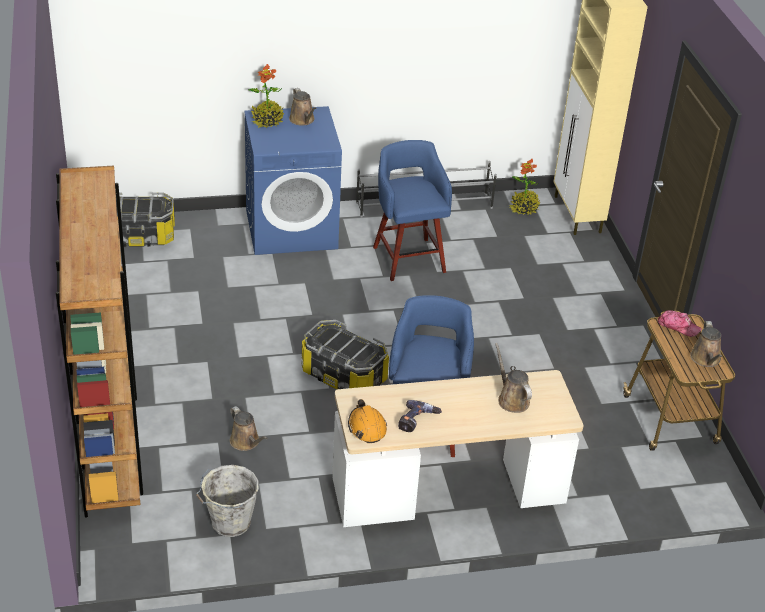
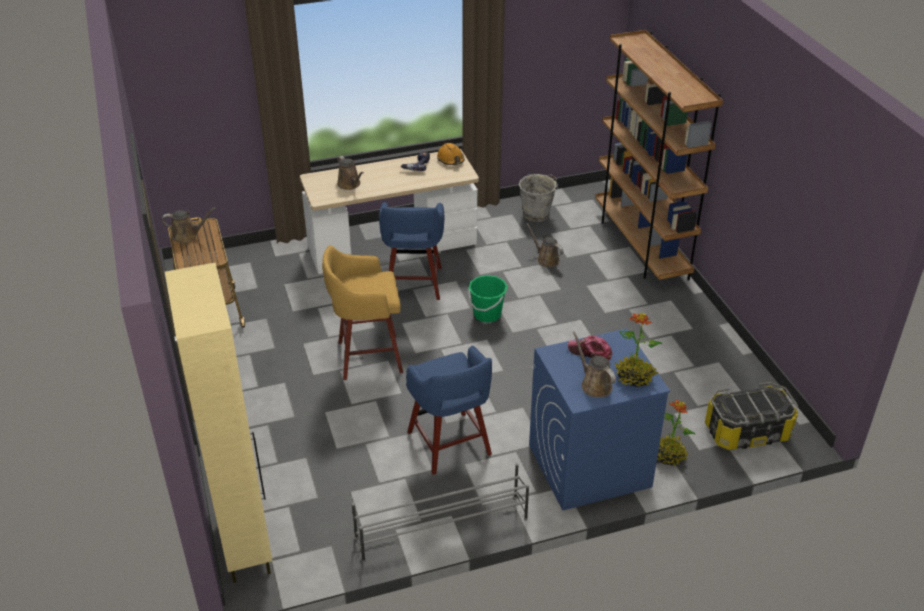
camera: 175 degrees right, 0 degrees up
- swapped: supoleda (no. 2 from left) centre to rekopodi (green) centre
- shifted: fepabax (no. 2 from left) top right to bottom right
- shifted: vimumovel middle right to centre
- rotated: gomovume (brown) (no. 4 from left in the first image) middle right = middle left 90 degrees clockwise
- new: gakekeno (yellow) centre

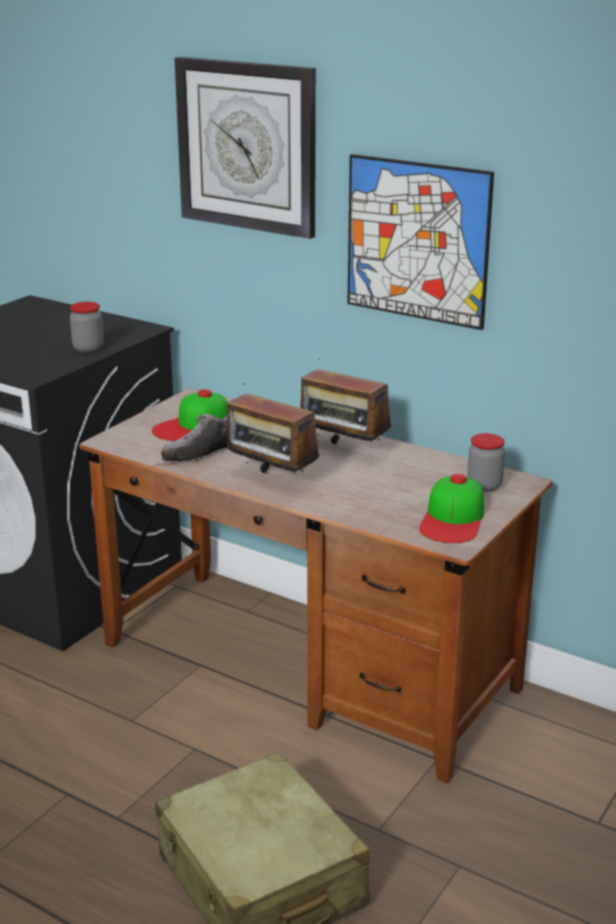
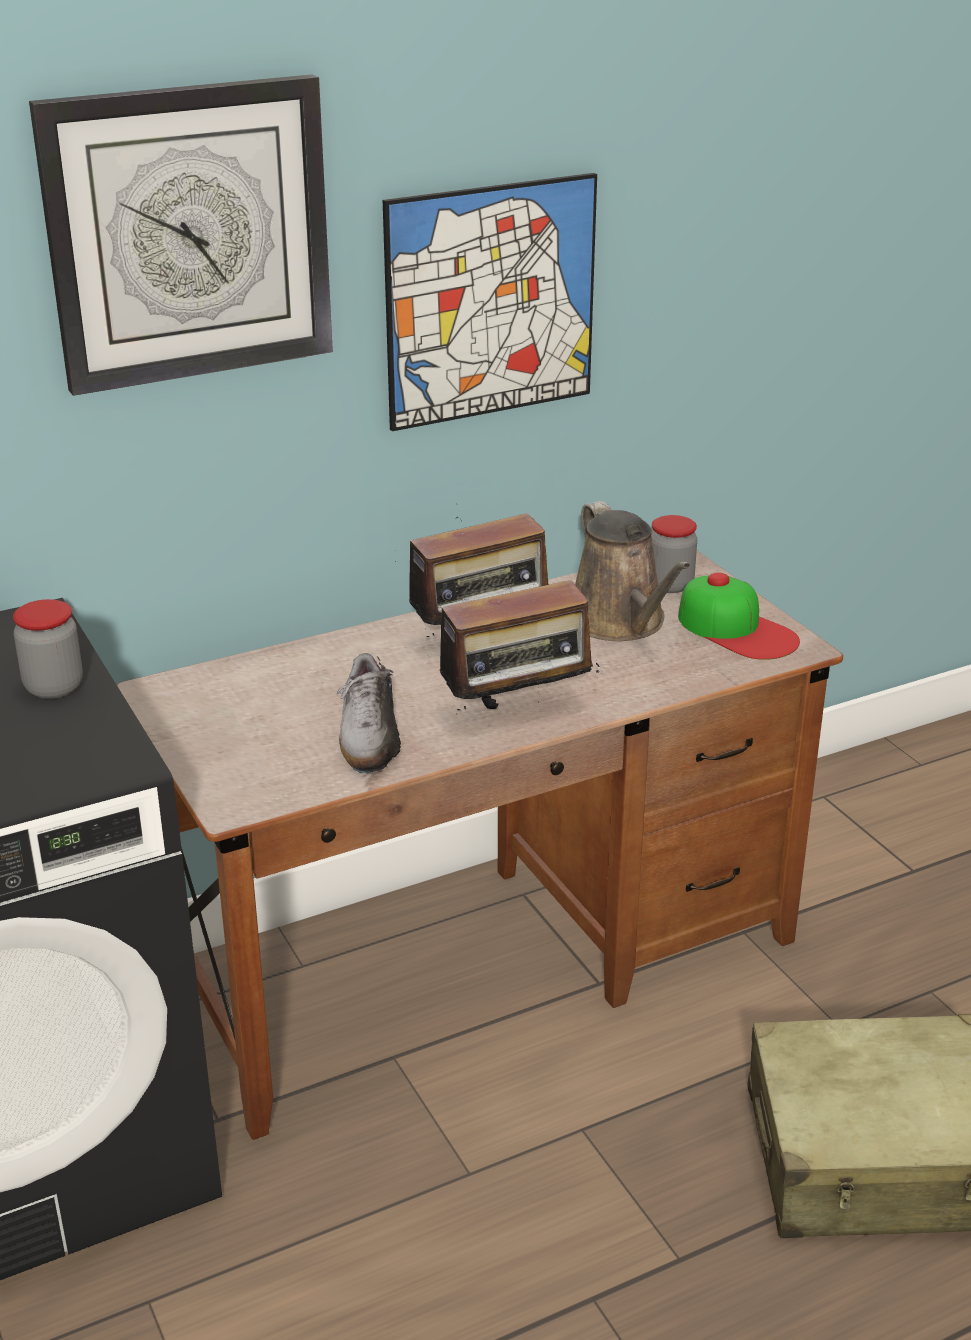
camera: 60 degrees left, 5 degrees up
- gone: vimumovel (no. 1 from left) middle left
- new: gomovume (brown) centre

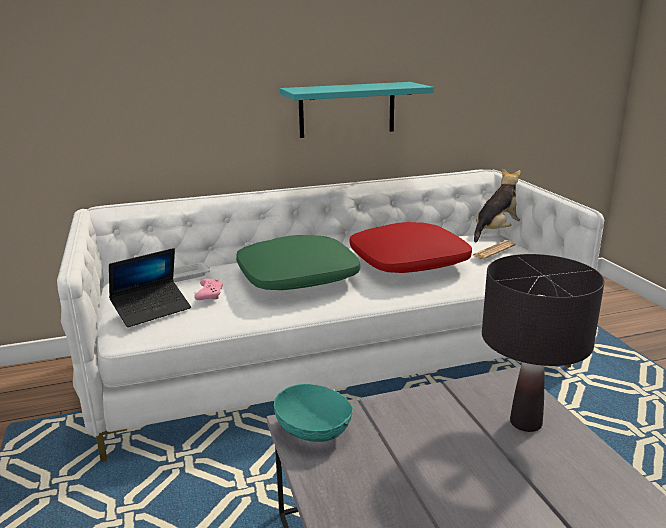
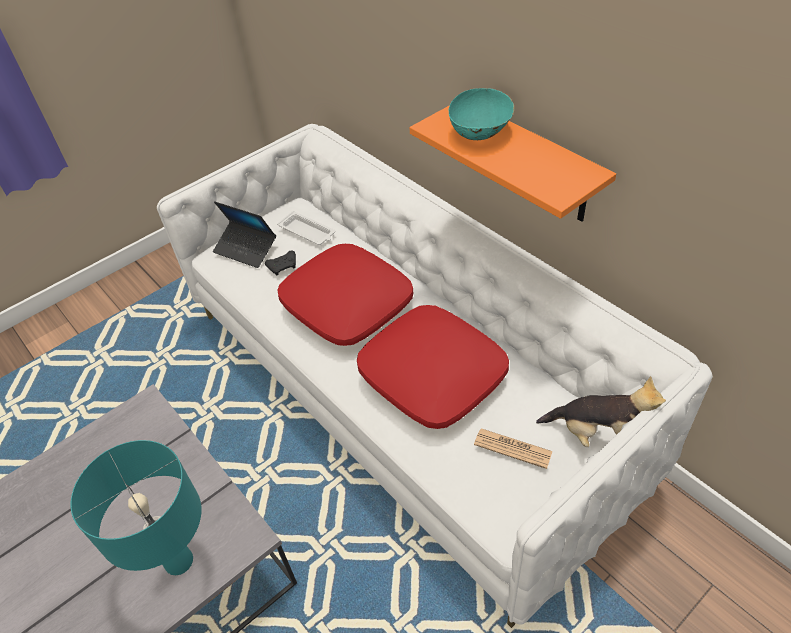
camera: 70 degrees right, 25 degrees up
- repainted: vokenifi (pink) middle left to vokenifi (black) centre
- repainted: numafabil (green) centre to numafabil (red) (no. 1 from left) centre
- shifted: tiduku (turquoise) bottom centre to top centre
- repainted: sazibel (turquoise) top centre to sazibel (orange) top centre
- repainted: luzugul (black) middle right to luzugul (turquoise) bottom left

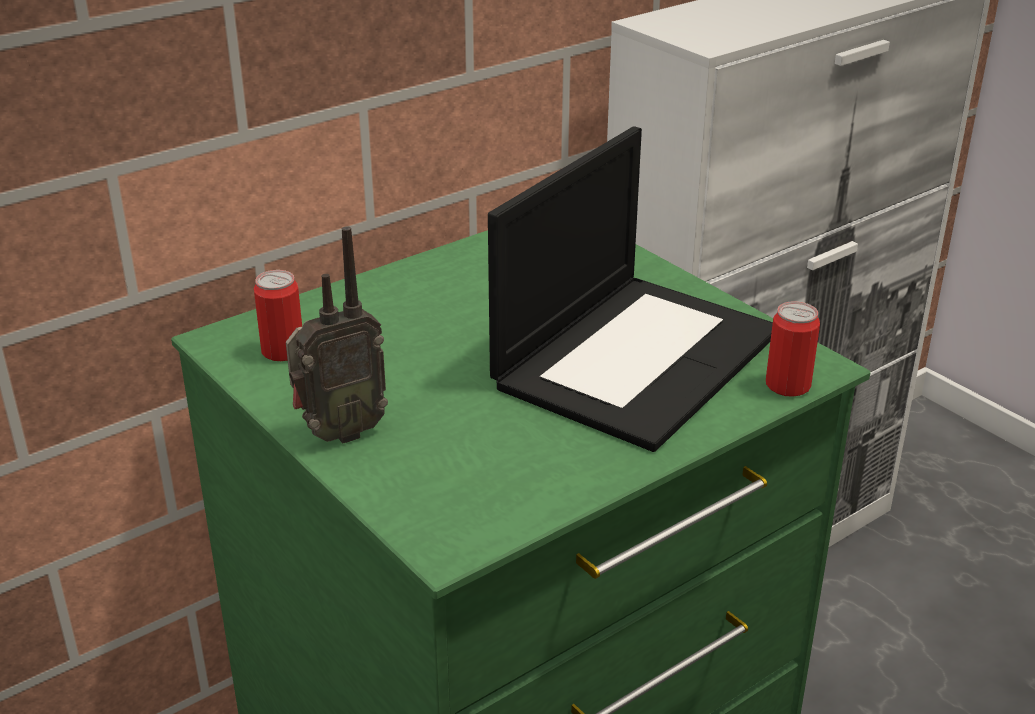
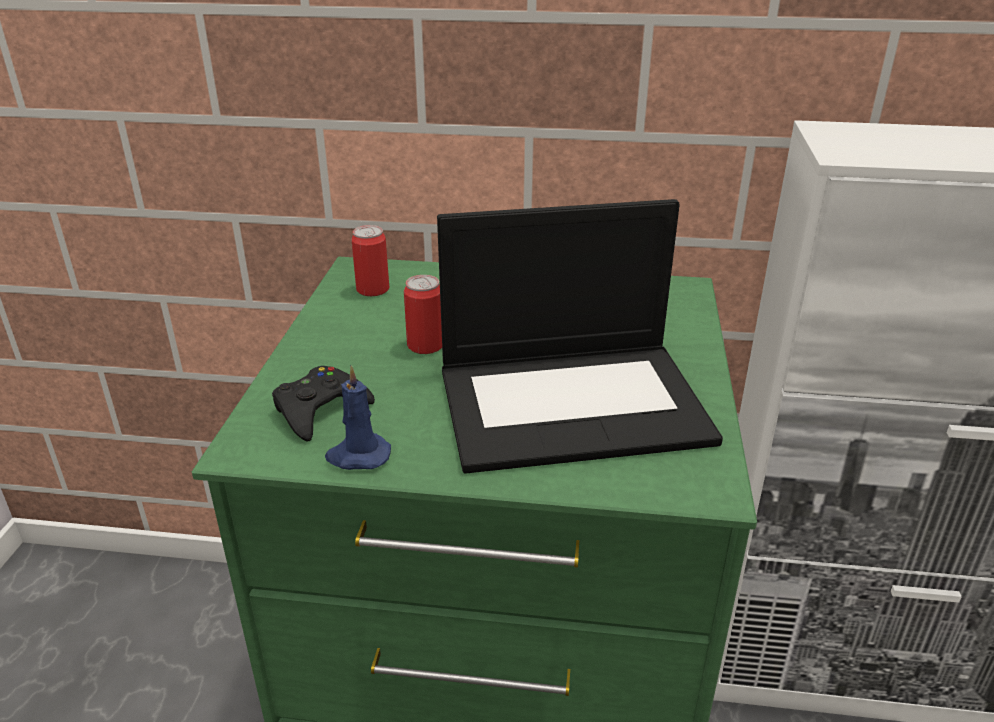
camera: 45 degrees right, 0 degrees up
- gone: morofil middle left
- shifted: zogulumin (no. 2 from left) middle right to centre
- new: vokenifi (black) middle left
- new: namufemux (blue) centre

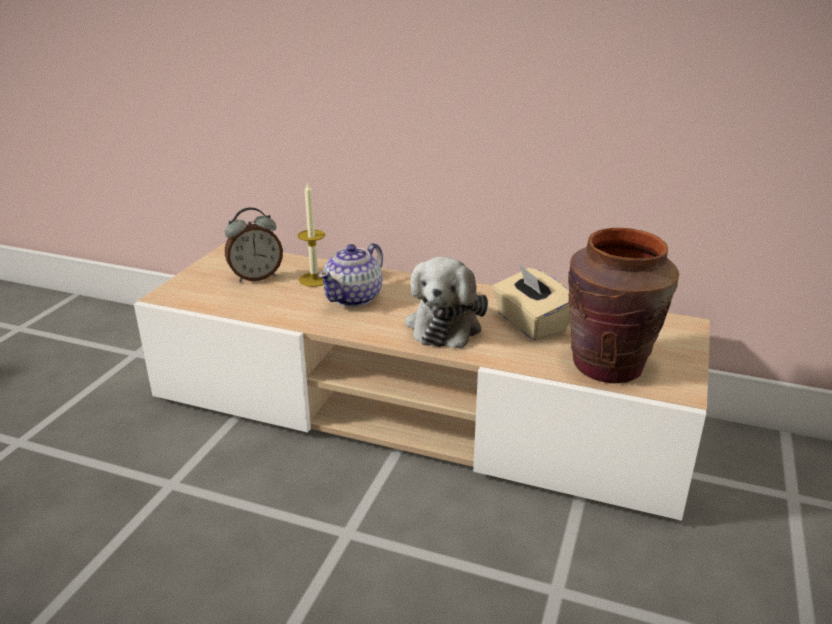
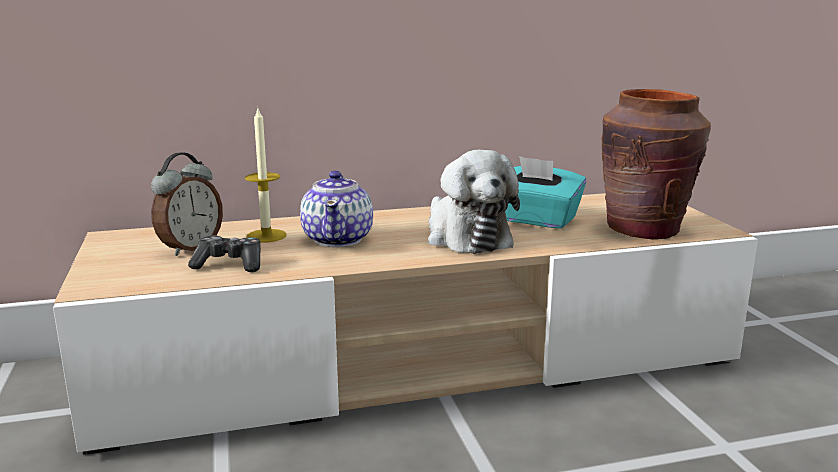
camera: 35 degrees left, 10 degrees down
- repainted: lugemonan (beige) centre to lugemonan (turquoise) centre
- new: vokenifi middle left

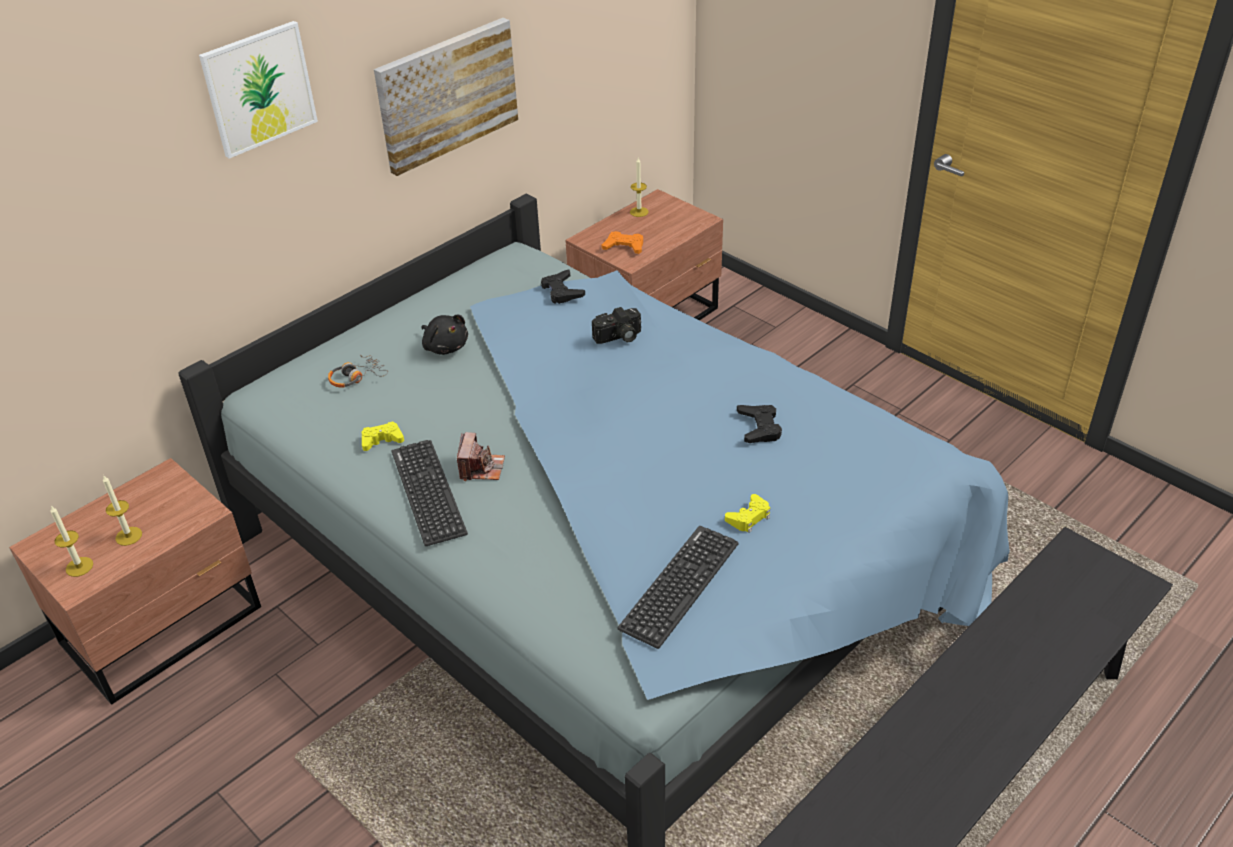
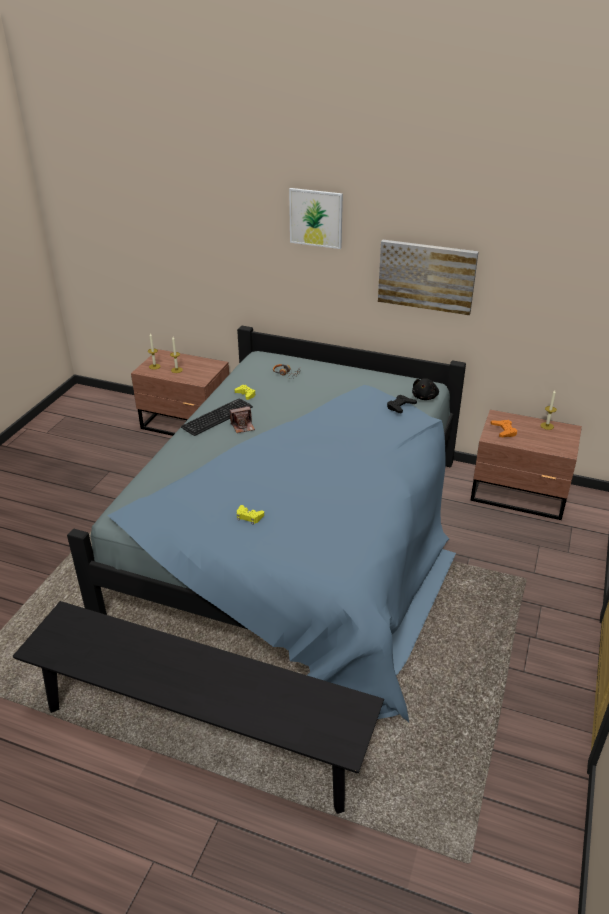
camera: 65 degrees right, 5 degrees down
- shifted: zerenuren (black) centre to middle right
- gone: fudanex (no. 2 from left) centre
- gone: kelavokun (no. 2 from left) bottom centre
- gone: vokenifi (black) (no. 2 from left) centre

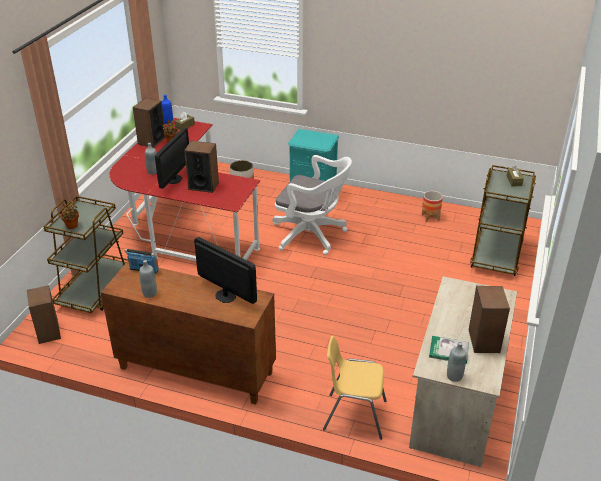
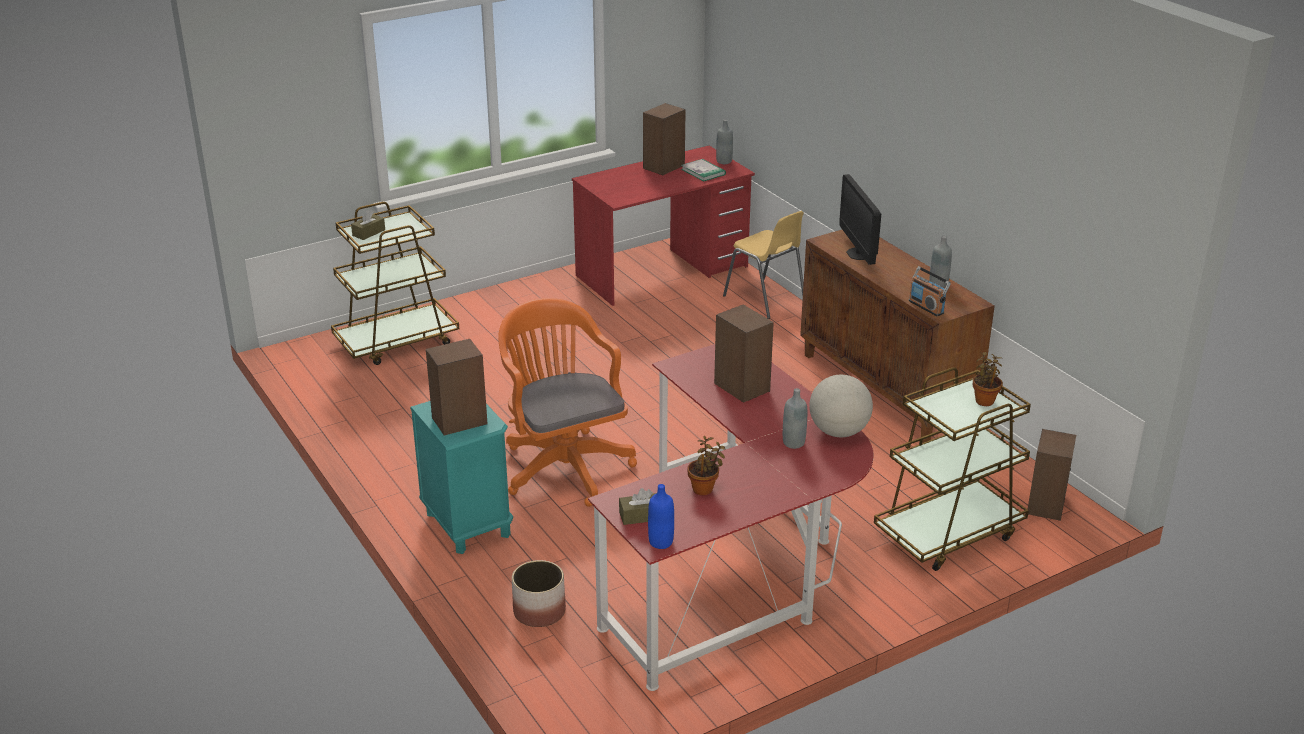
camera: 140 degrees left, 5 degrees down
- shifted: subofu (no. 2 from left in the first image) top left to subofu (no. 1 from left) centre
- gone: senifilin (no. 1 from left) top left
- repainted: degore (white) centre to degore (orange) centre
- repainted: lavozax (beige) bottom right to lavozax (red) (no. 1 from left) top centre
- gone: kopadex (no. 2 from left) middle right
- new: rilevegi centre

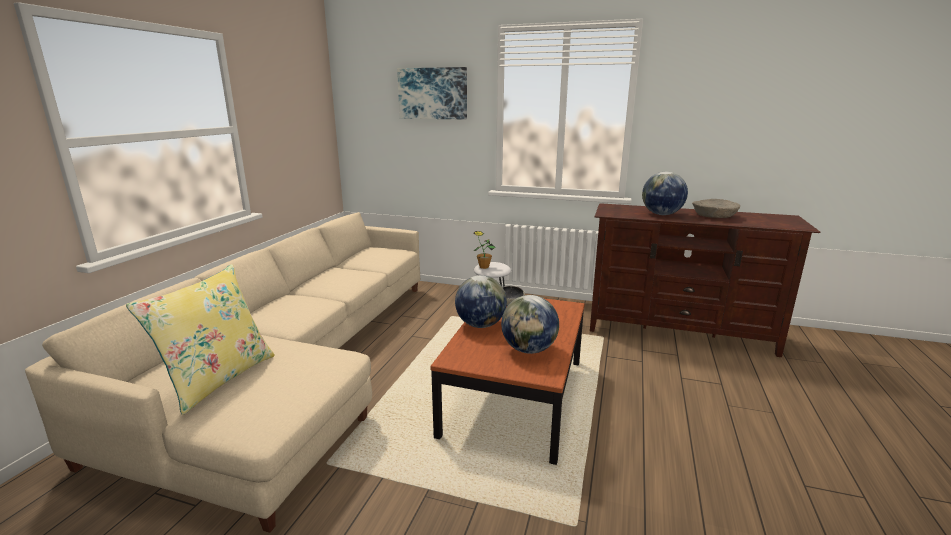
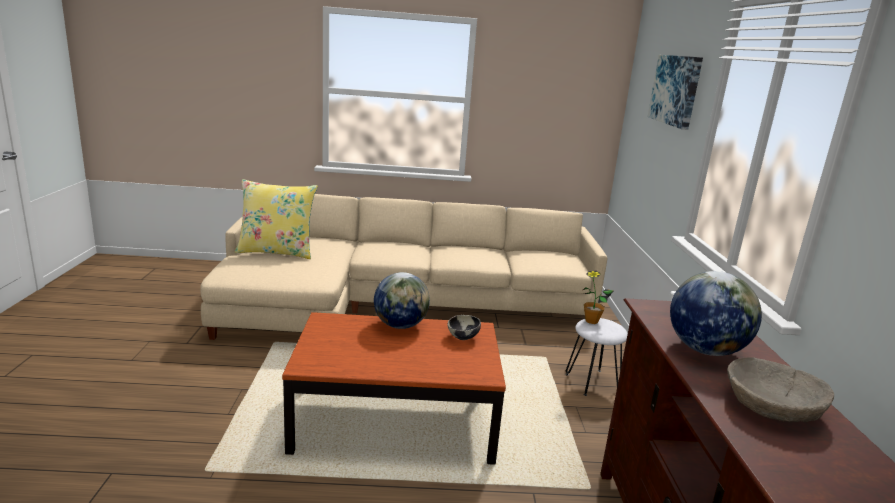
camera: 70 degrees right, 0 degrees up
- gone: rilevegi (no. 2 from left) centre

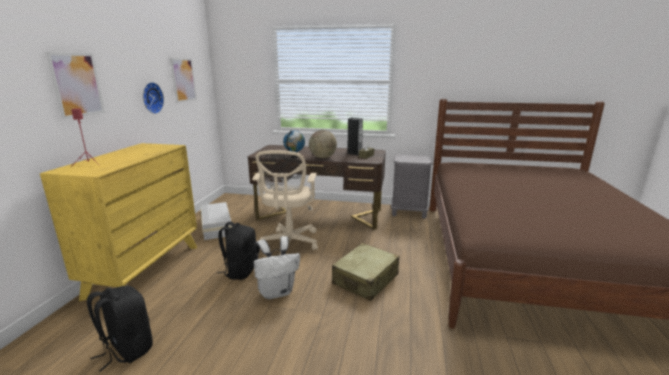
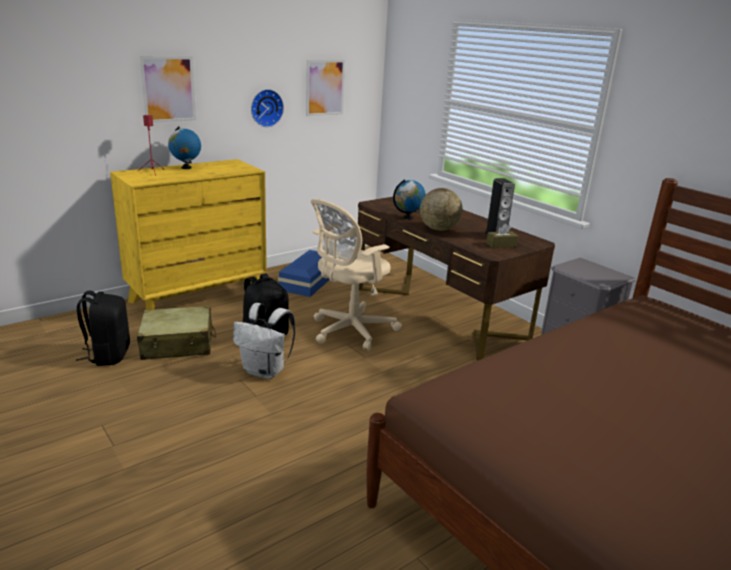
camera: 40 degrees right, 5 degrees up
- repainted: supoleda (white) middle left to supoleda (blue) centre
- shifted: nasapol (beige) bottom centre to middle left
- new: rilevegi (no. 1 from left) top left

